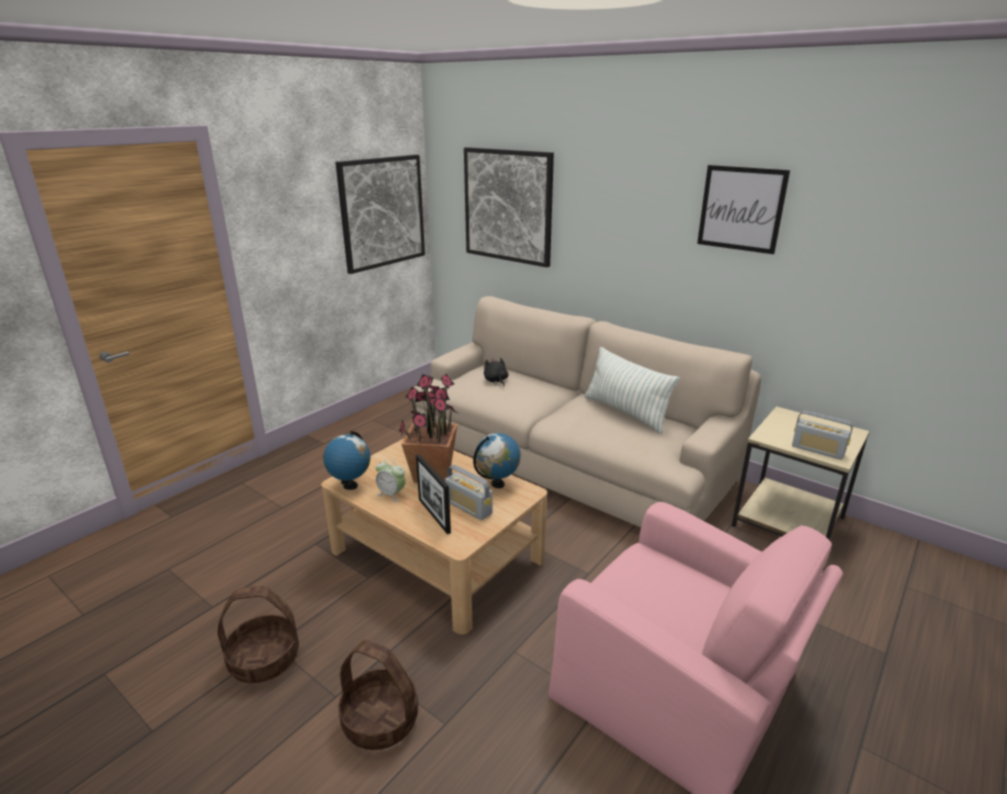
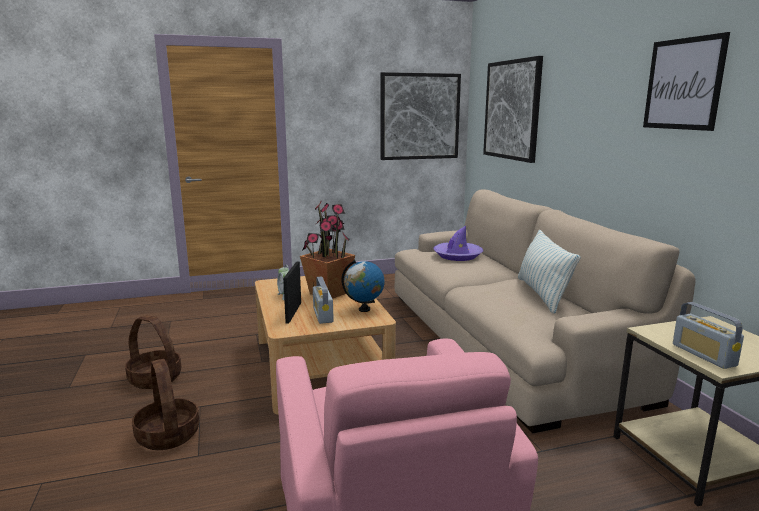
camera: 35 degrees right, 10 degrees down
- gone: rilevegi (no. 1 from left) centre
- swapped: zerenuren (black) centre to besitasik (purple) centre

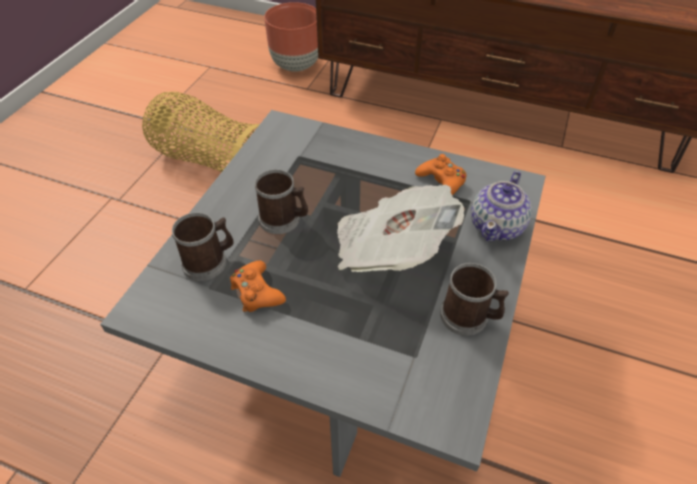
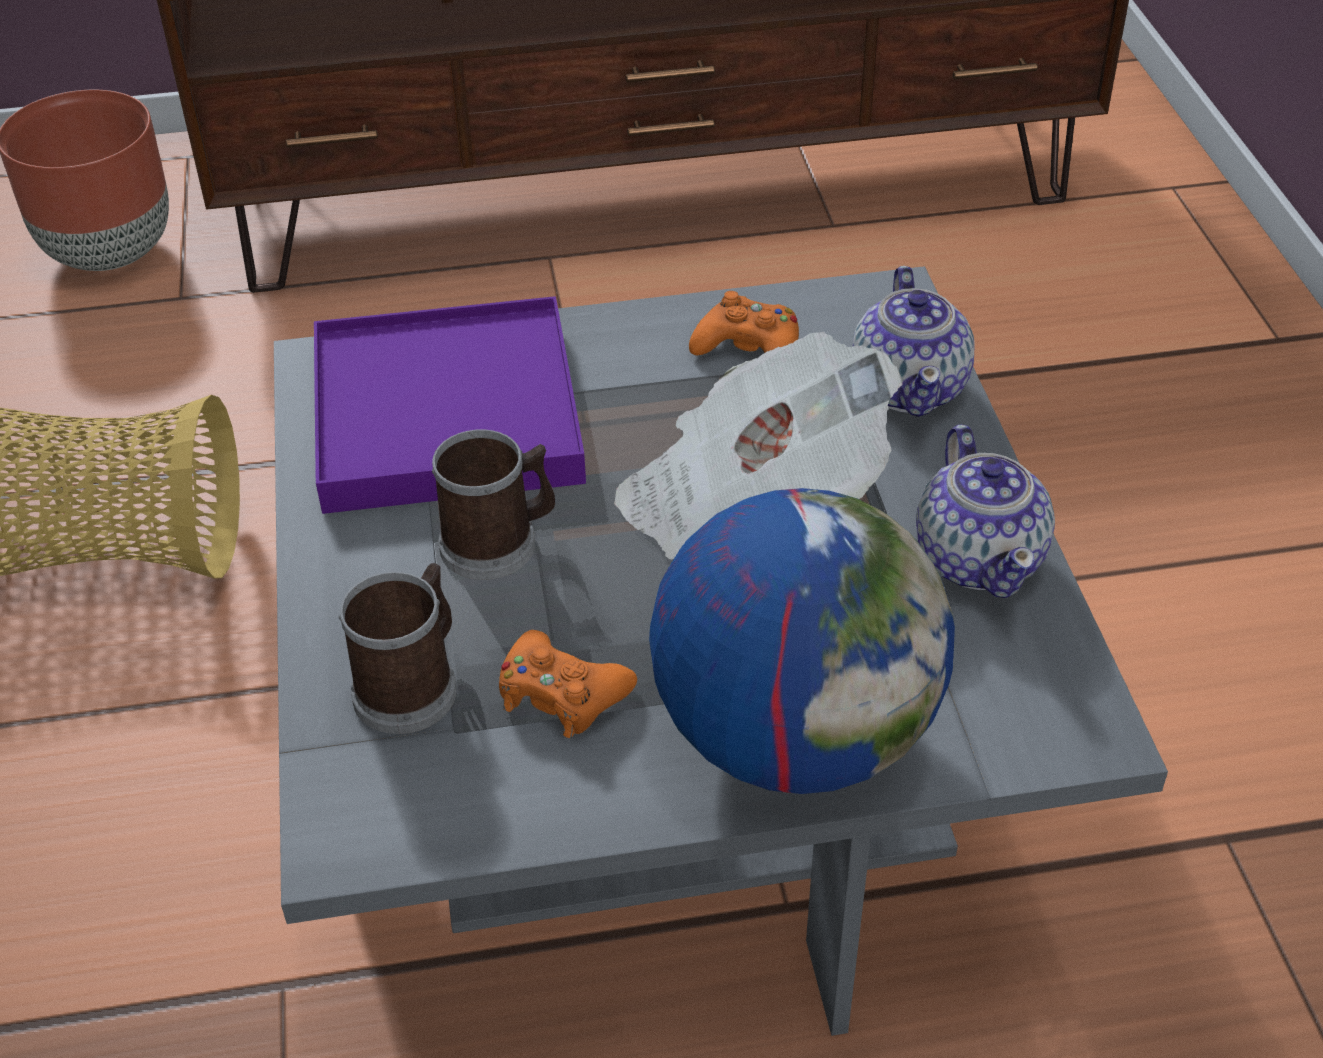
camera: 30 degrees left, 5 degrees down
- swapped: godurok (no. 3 from left) middle right to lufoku (no. 2 from left) middle right
- new: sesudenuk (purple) centre
- new: rilevegi centre

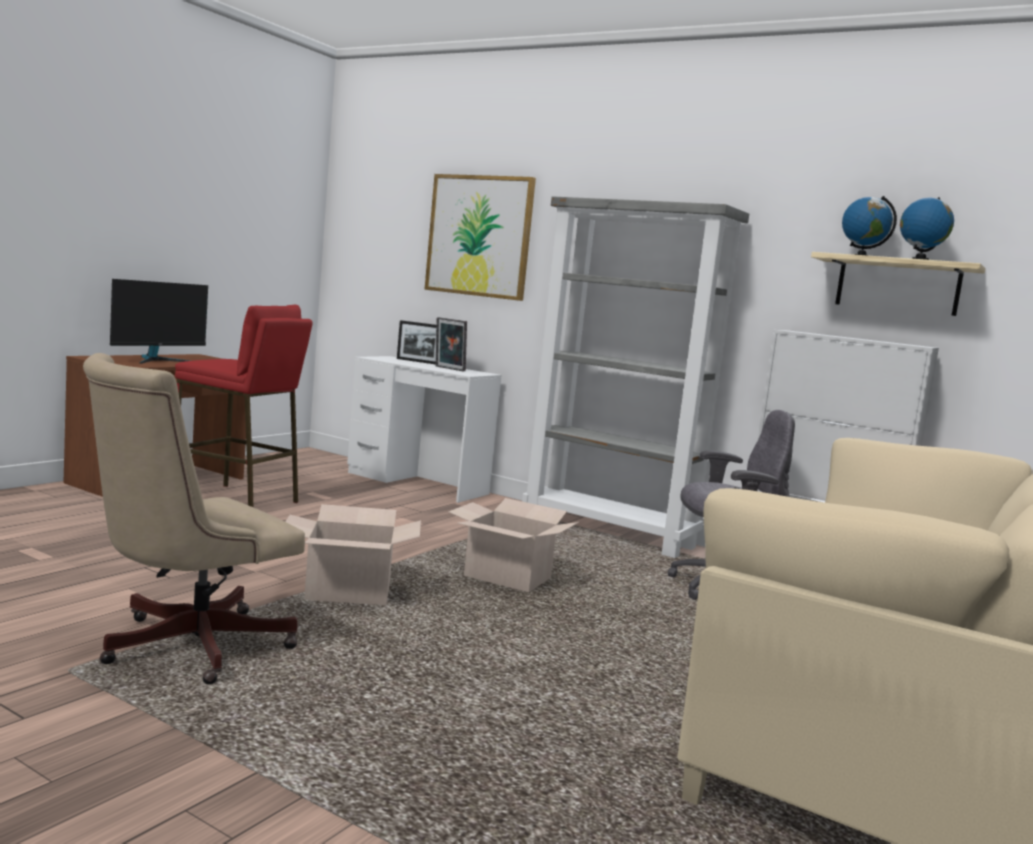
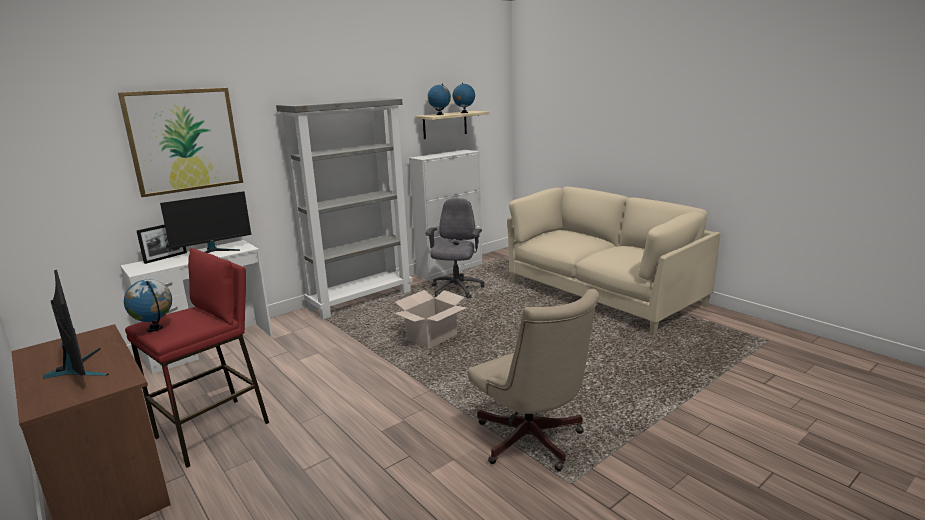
camera: 70 degrees left, 10 degrees up
- gone: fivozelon (no. 1 from left) centre
- swapped: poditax (no. 2 from left) centre to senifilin (no. 2 from left) middle left
- new: rilevegi (no. 1 from left) middle left

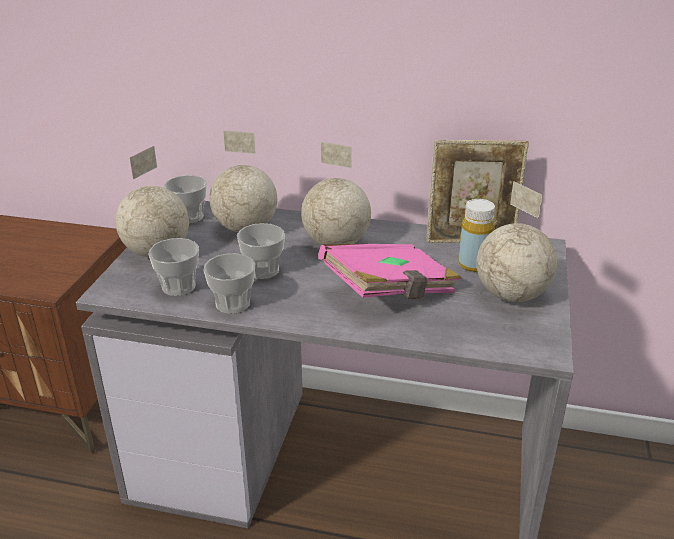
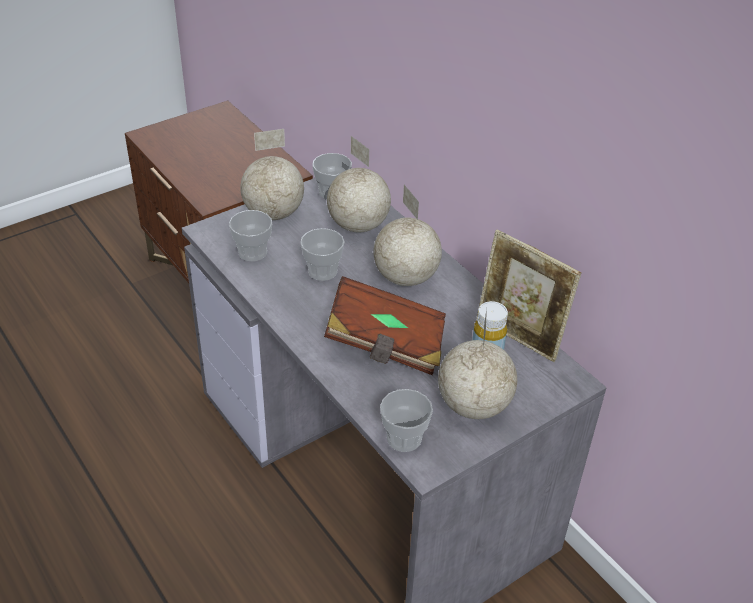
camera: 40 degrees right, 10 degrees up
- shifted: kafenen (no. 3 from left in the first image) centre to kafenen (no. 4 from left) bottom centre
- repainted: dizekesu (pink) centre to dizekesu (brown) centre

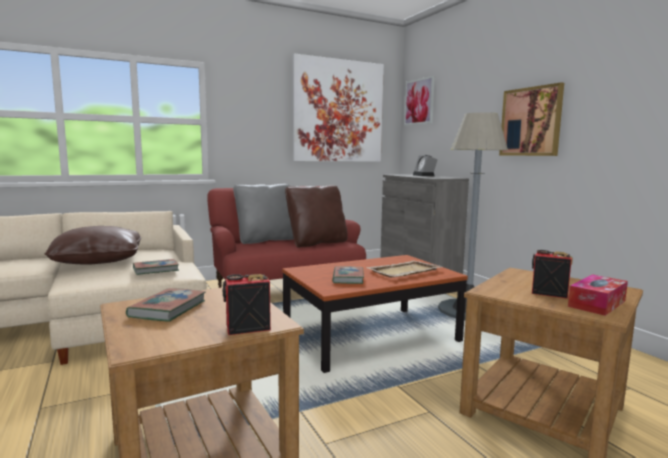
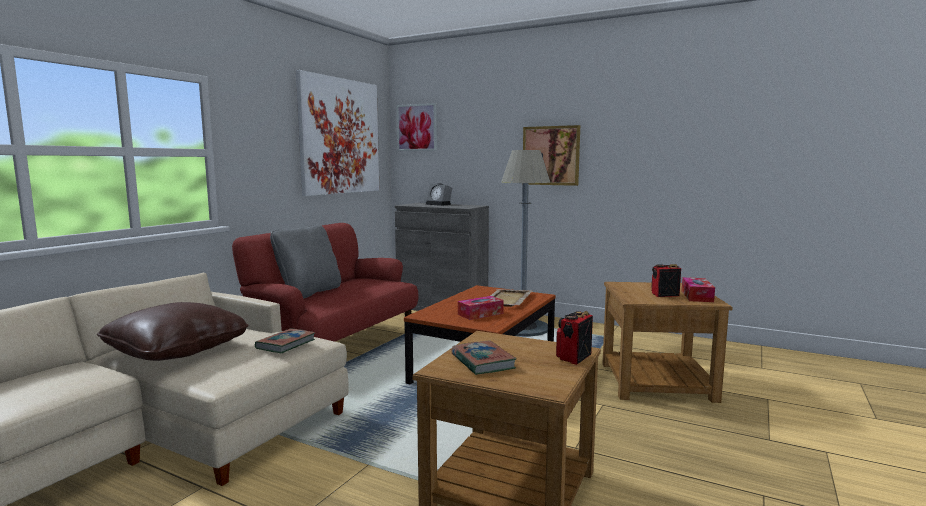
camera: 35 degrees left, 0 degrees up
- gone: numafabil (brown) (no. 2 from left) centre
- swapped: dizekesu (no. 3 from left) centre to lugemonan (no. 1 from left) centre

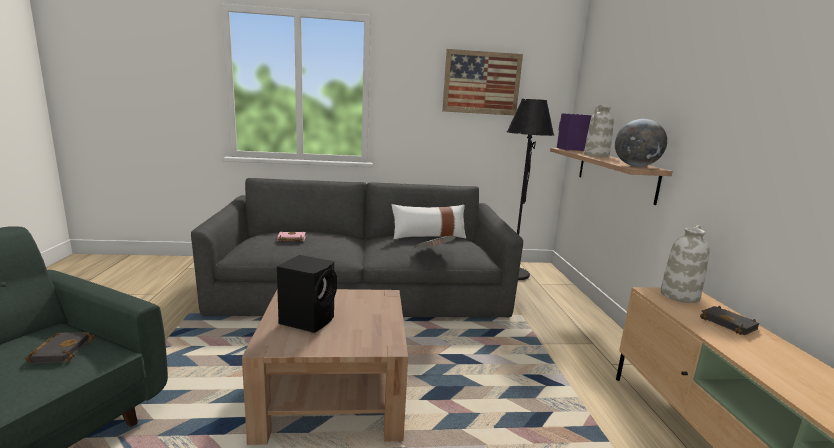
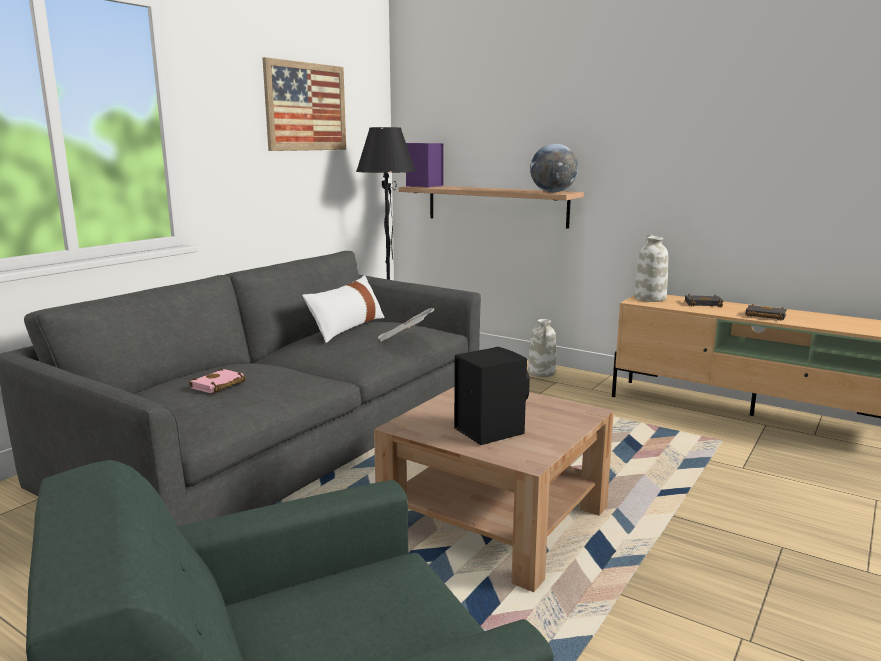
camera: 50 degrees left, 0 degrees up
- shifted: dizekesu (black) (no. 1 from left in the first image) bottom left to dizekesu (black) (no. 2 from left) middle right
- shifted: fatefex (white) (no. 1 from left) top right to centre

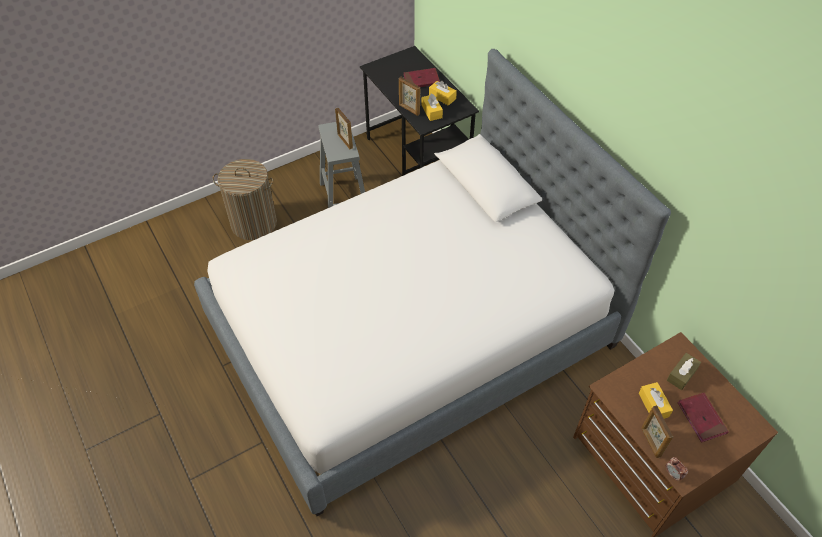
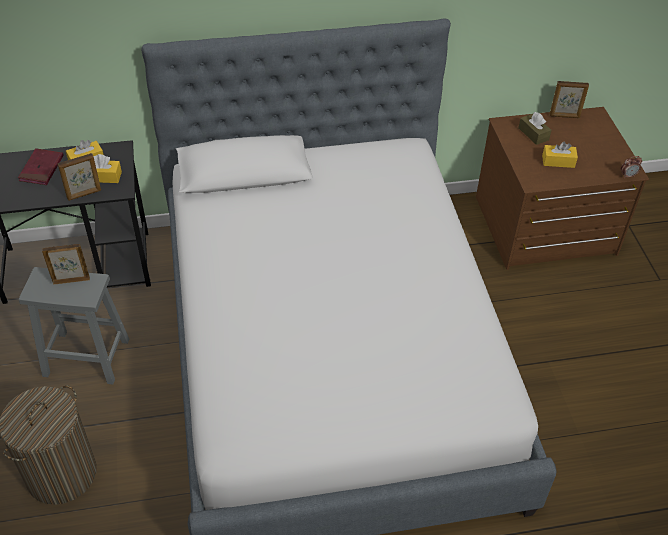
camera: 70 degrees left, 5 degrees down
- shifted: poditax (no. 3 from left) bottom right to top right
- gone: dizekesu (red) (no. 2 from left) bottom right

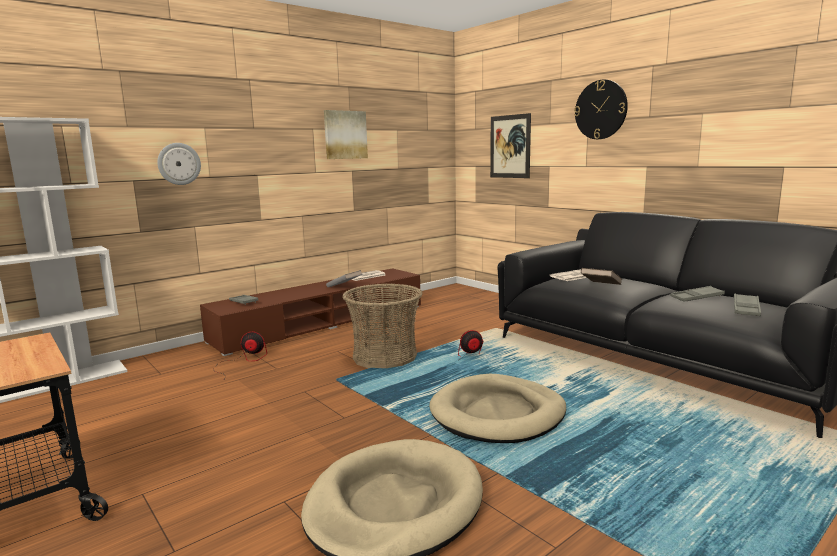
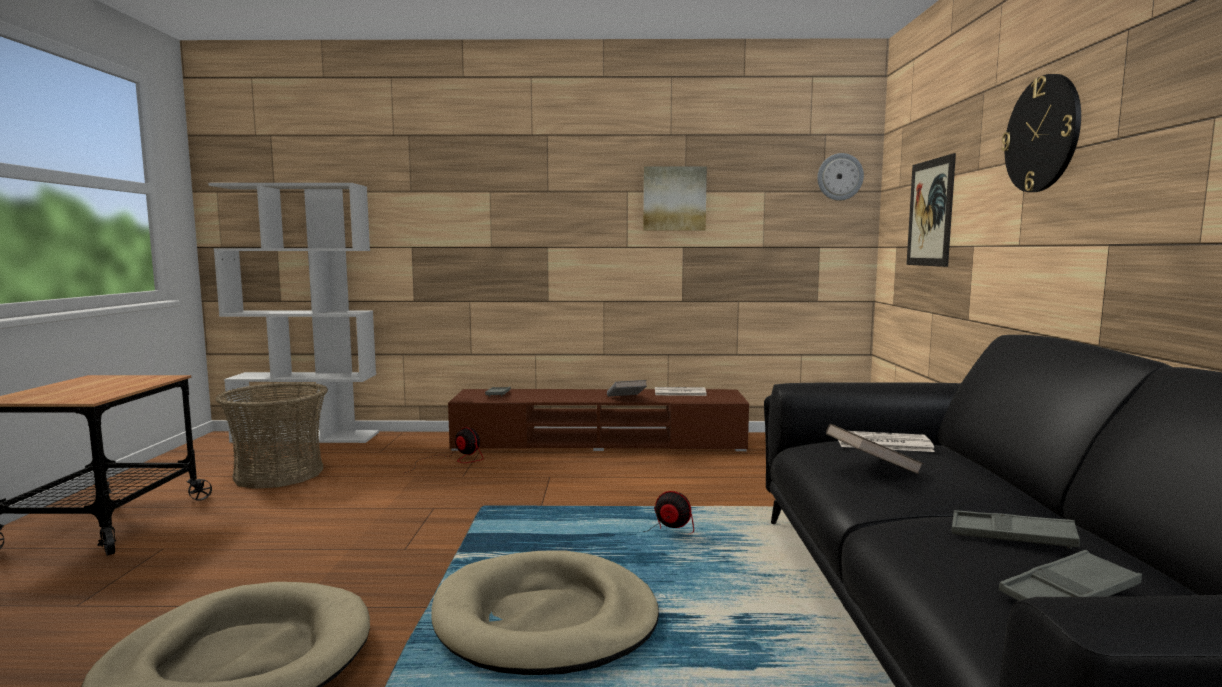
camera: 40 degrees right, 5 degrees down
- shifted: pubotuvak (no. 1 from left) top left to top right
- shifted: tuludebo centre to middle left

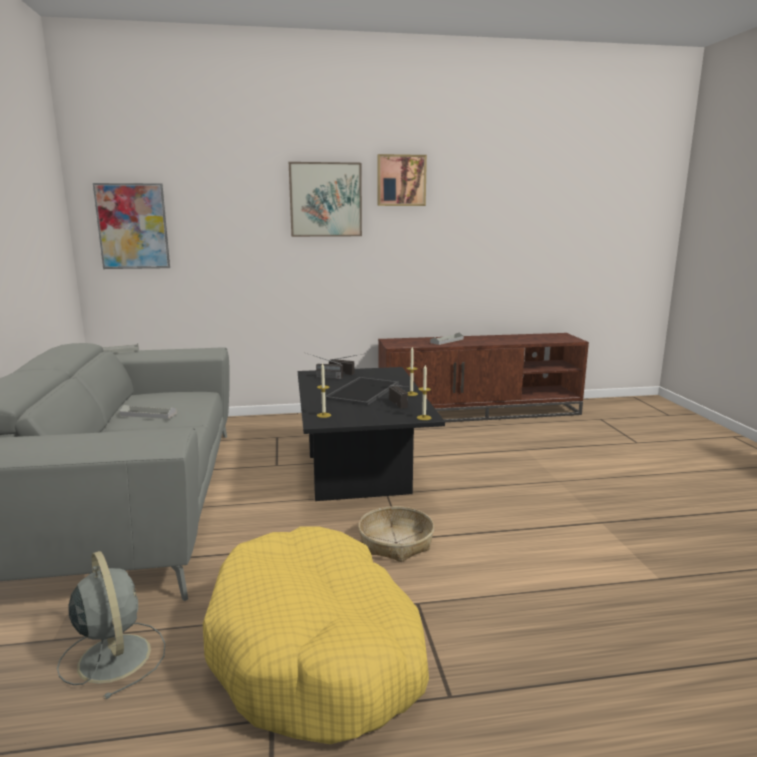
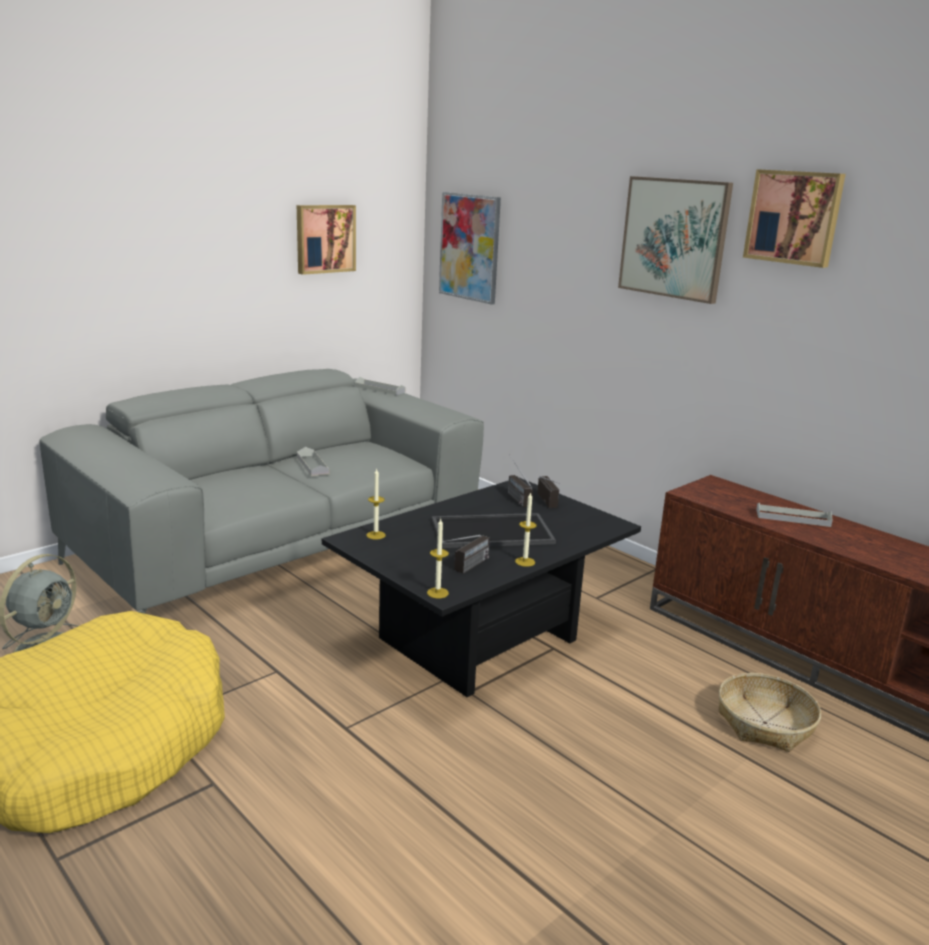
camera: 55 degrees right, 5 degrees up
- shifted: tuludebo bottom centre to bottom right
- new: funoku (no. 1 from left) top centre

